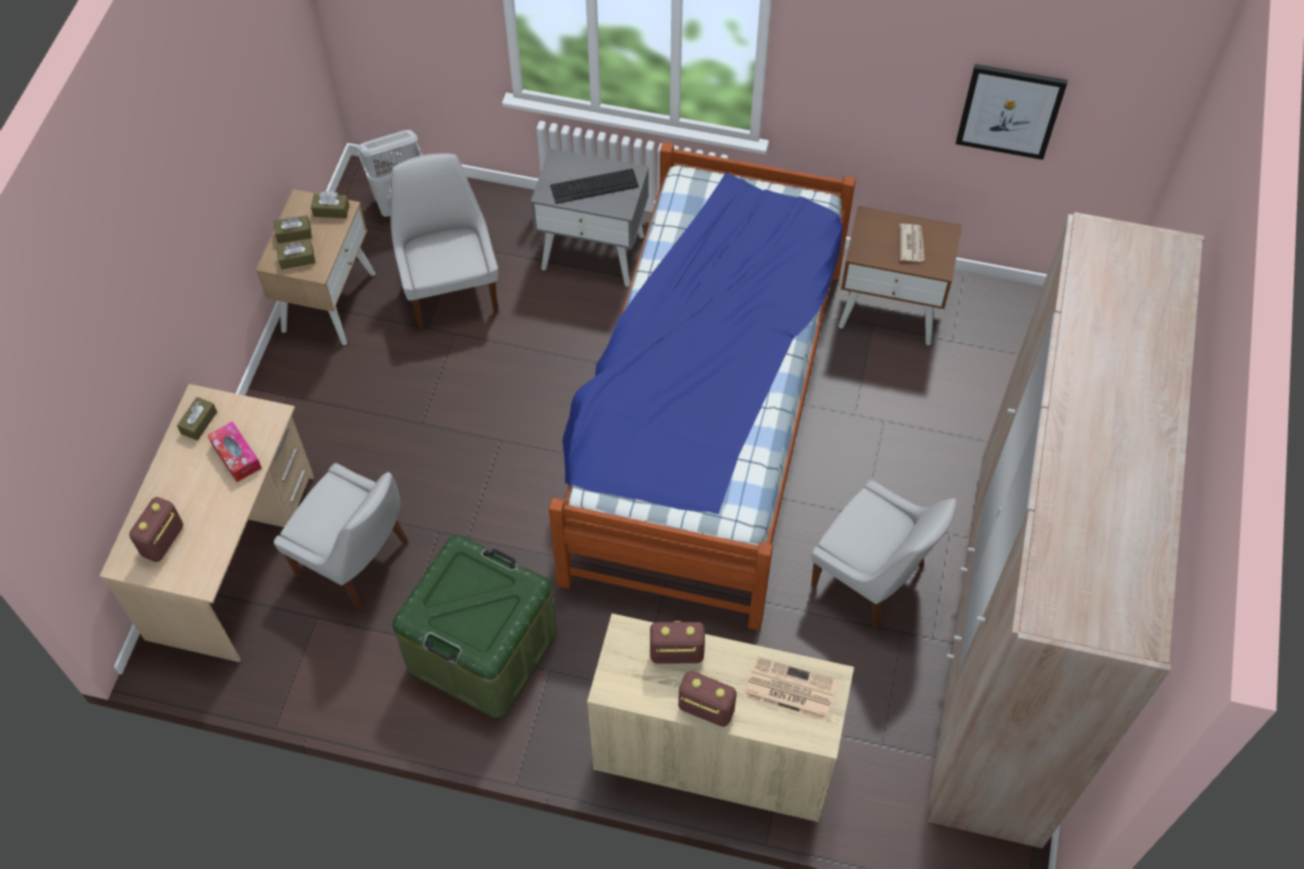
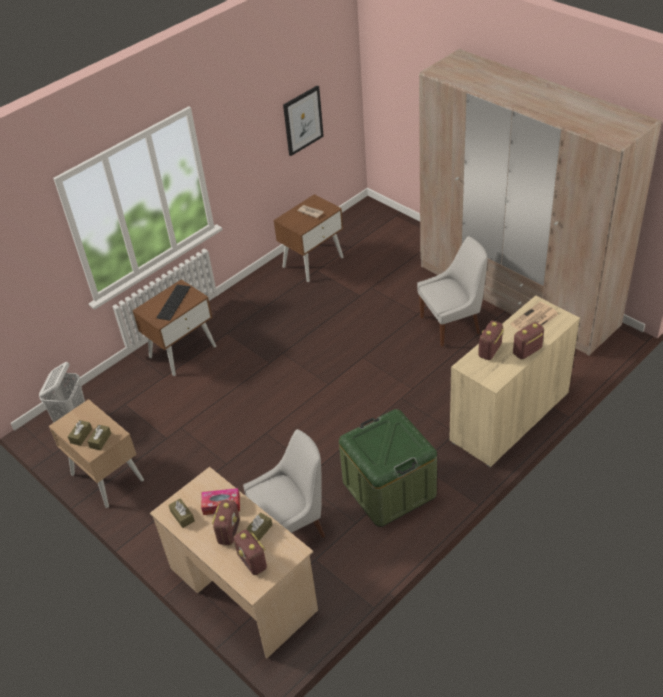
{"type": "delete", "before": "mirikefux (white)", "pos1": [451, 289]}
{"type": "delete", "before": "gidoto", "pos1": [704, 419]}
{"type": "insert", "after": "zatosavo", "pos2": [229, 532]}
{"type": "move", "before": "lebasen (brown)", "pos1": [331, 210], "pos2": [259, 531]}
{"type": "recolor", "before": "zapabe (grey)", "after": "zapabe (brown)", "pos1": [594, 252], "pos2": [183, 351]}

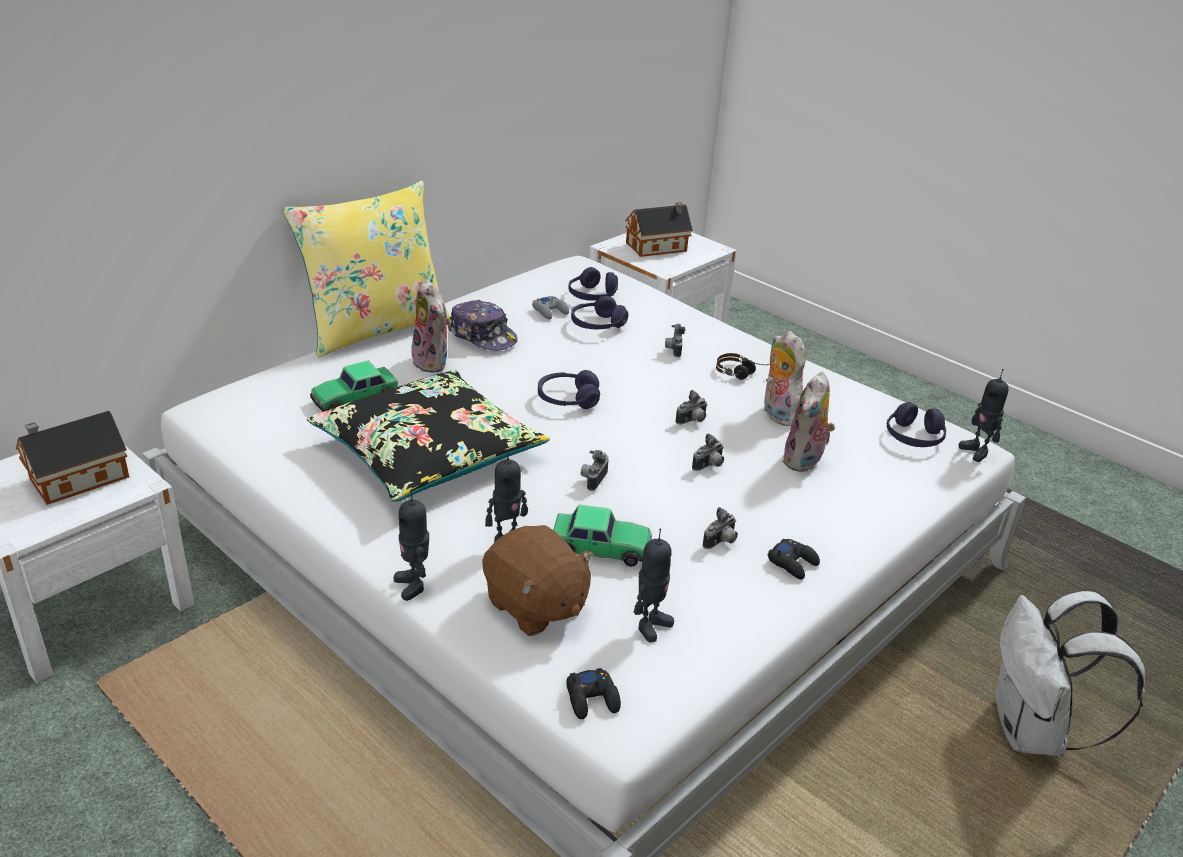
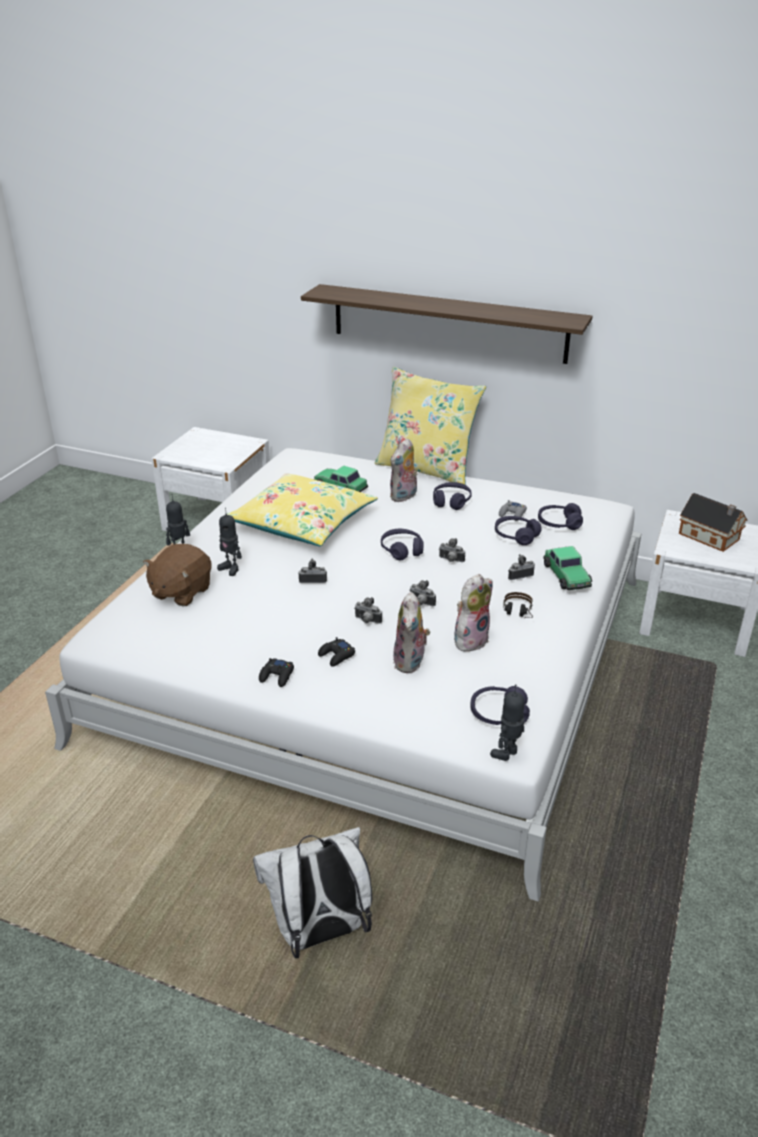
{"type": "delete", "before": "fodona", "pos1": [75, 479]}
{"type": "delete", "before": "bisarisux", "pos1": [650, 625]}
{"type": "insert", "after": "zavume", "pos2": [448, 323]}
{"type": "move", "before": "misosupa", "pos1": [601, 548], "pos2": [566, 575]}
{"type": "move", "before": "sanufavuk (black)", "pos1": [592, 699], "pos2": [336, 656]}
{"type": "move", "before": "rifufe", "pos1": [721, 542], "pos2": [451, 560]}
{"type": "replace", "before": "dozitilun", "after": "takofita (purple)", "pos1": [483, 336], "pos2": [451, 501]}
{"type": "recolor", "before": "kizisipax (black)", "after": "kizisipax (yellow)", "pos1": [428, 452], "pos2": [302, 522]}
{"type": "rotate", "before": "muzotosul", "pos1": [804, 461], "pos2": [411, 662], "turn": -90}

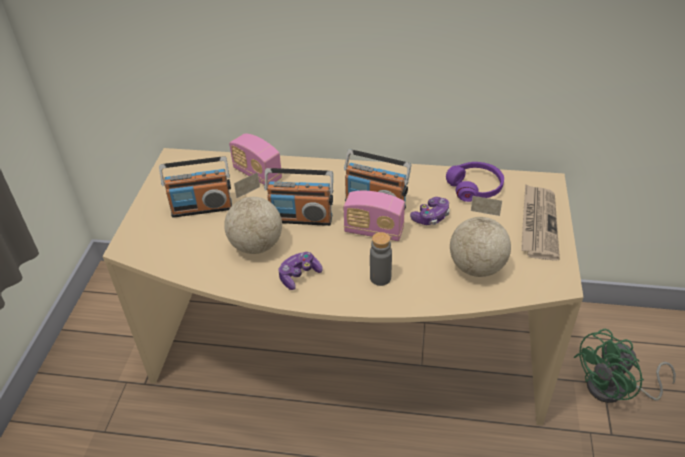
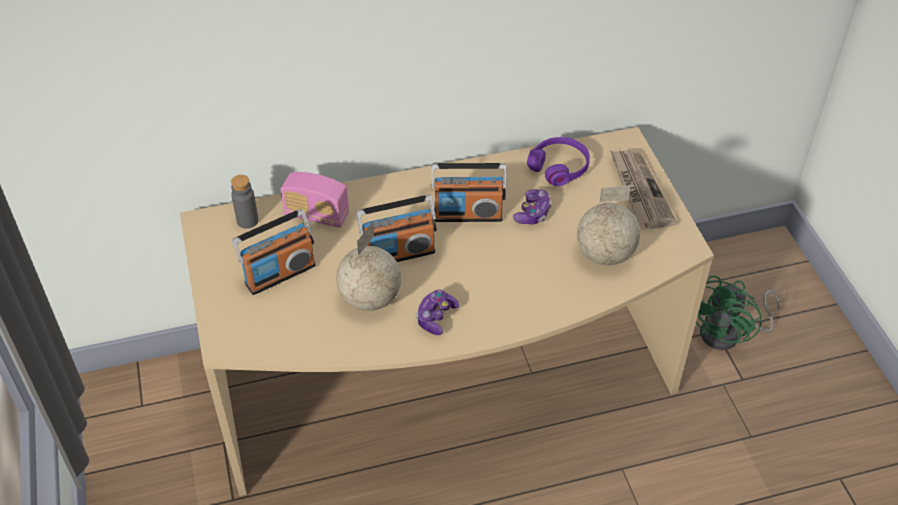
{"type": "delete", "before": "zatosavo", "pos1": [374, 231]}
{"type": "move", "before": "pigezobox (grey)", "pos1": [380, 278], "pos2": [247, 221]}

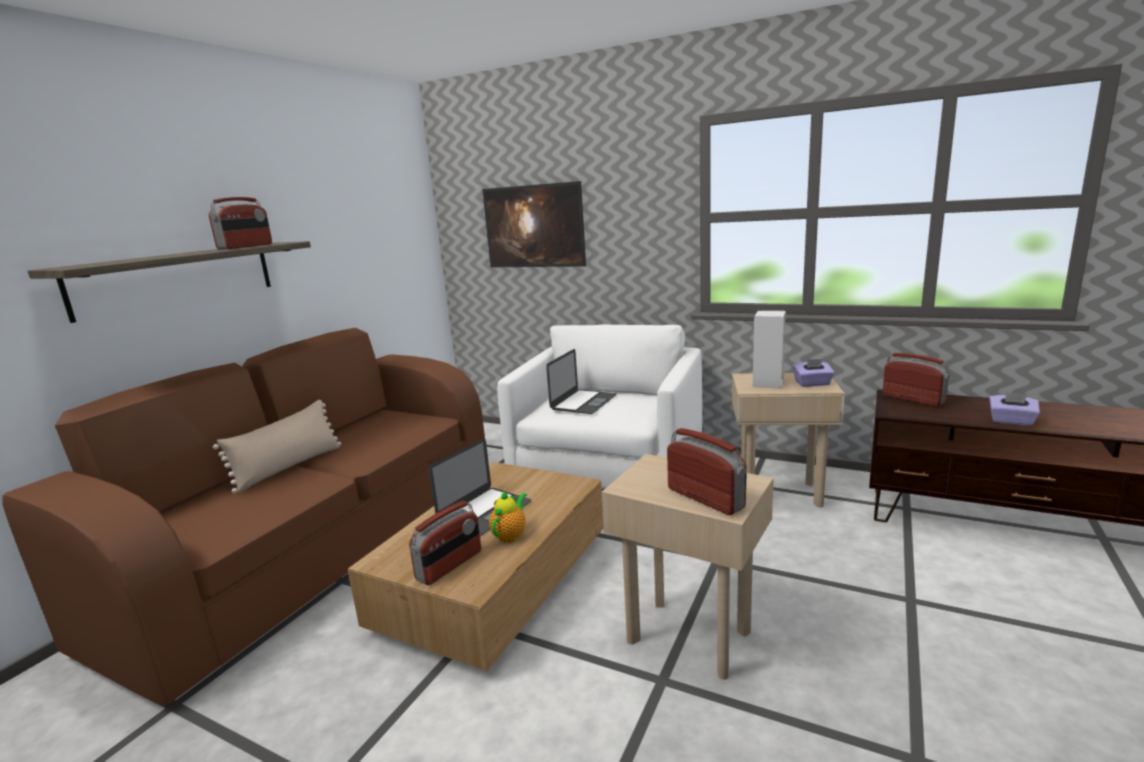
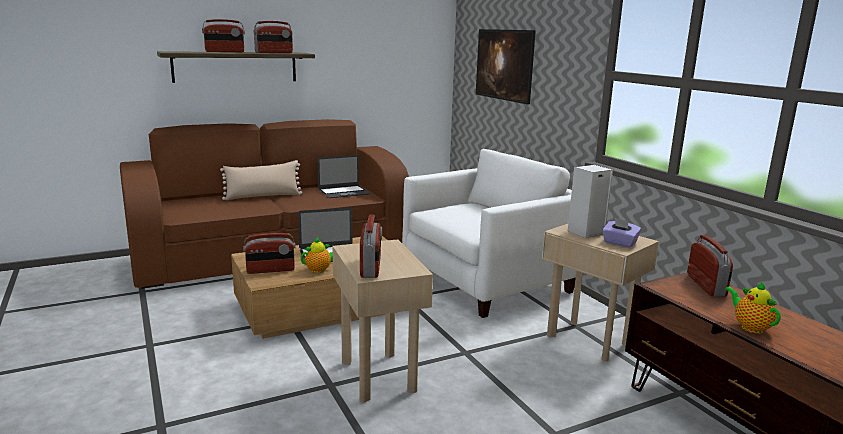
{"type": "insert", "after": "zatosavo", "pos2": [225, 52]}
{"type": "move", "before": "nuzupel", "pos1": [583, 402], "pos2": [344, 192]}
{"type": "replace", "before": "lebasen (purple)", "after": "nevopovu", "pos1": [1011, 421], "pos2": [749, 327]}

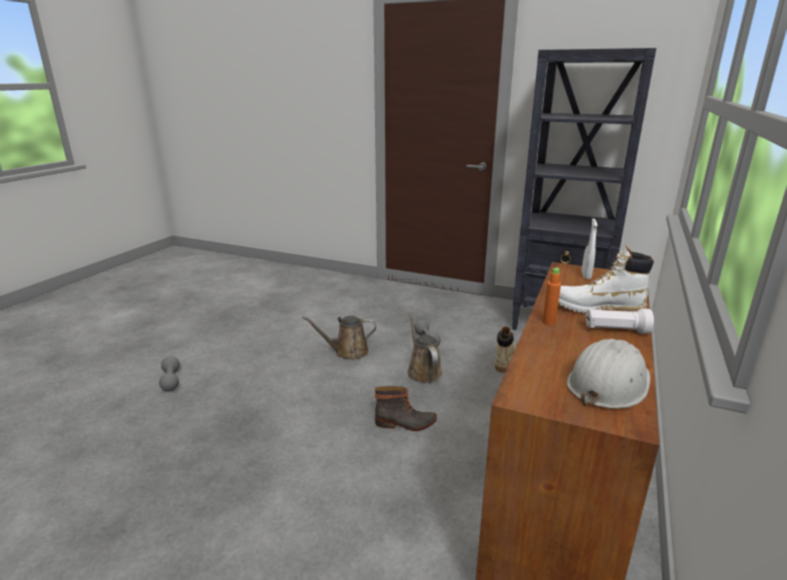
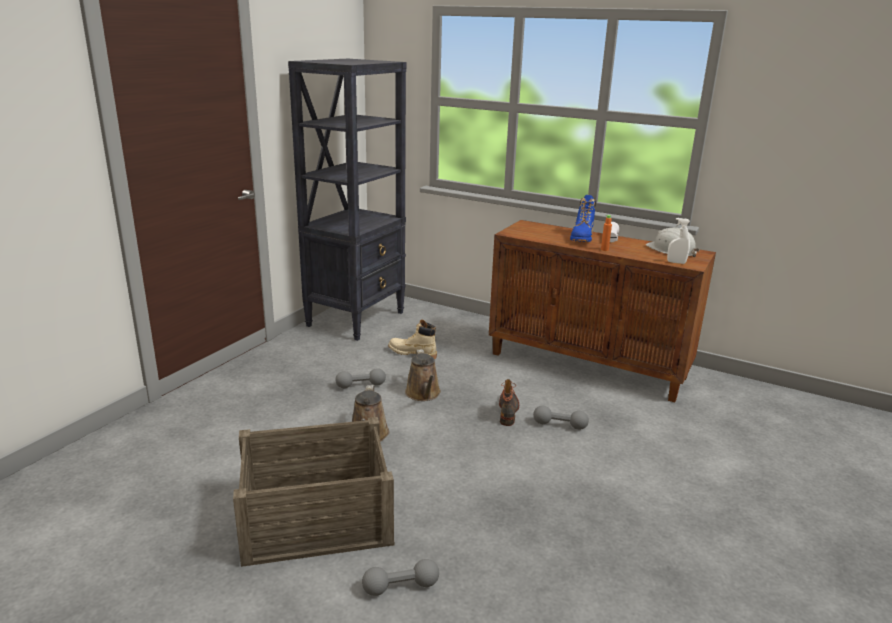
{"type": "insert", "after": "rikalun", "pos2": [317, 518]}
{"type": "insert", "after": "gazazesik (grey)", "pos2": [559, 425]}
{"type": "move", "before": "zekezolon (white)", "pos1": [586, 276], "pos2": [676, 262]}
{"type": "recolor", "before": "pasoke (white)", "after": "pasoke (blue)", "pos1": [596, 309], "pos2": [582, 238]}
{"type": "rotate", "before": "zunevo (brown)", "pos1": [423, 371], "pos2": [423, 394], "turn": -90}

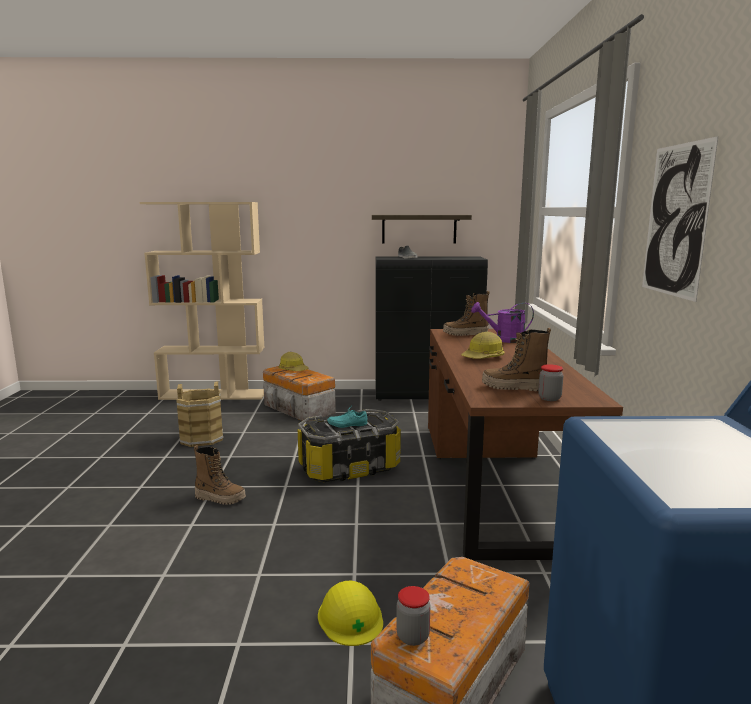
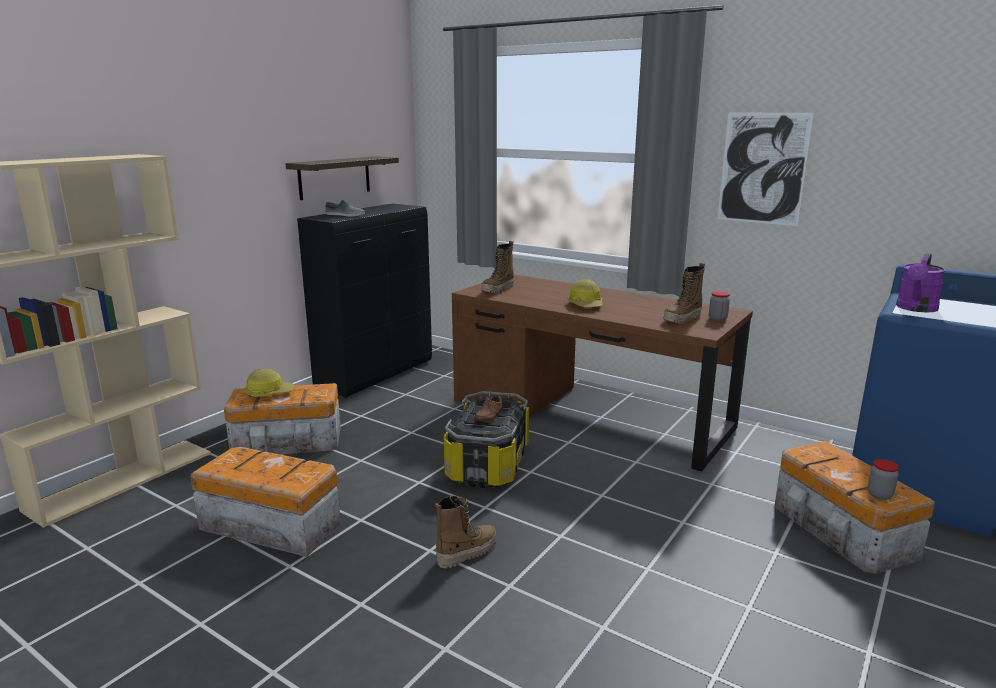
{"type": "delete", "before": "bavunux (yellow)", "pos1": [350, 617]}
{"type": "move", "before": "zunevo (purple)", "pos1": [504, 340], "pos2": [916, 309]}
{"type": "replace", "before": "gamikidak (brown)", "after": "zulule", "pos1": [202, 438], "pos2": [271, 525]}
{"type": "recolor", "before": "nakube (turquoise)", "after": "nakube (brown)", "pos1": [347, 424], "pos2": [487, 416]}

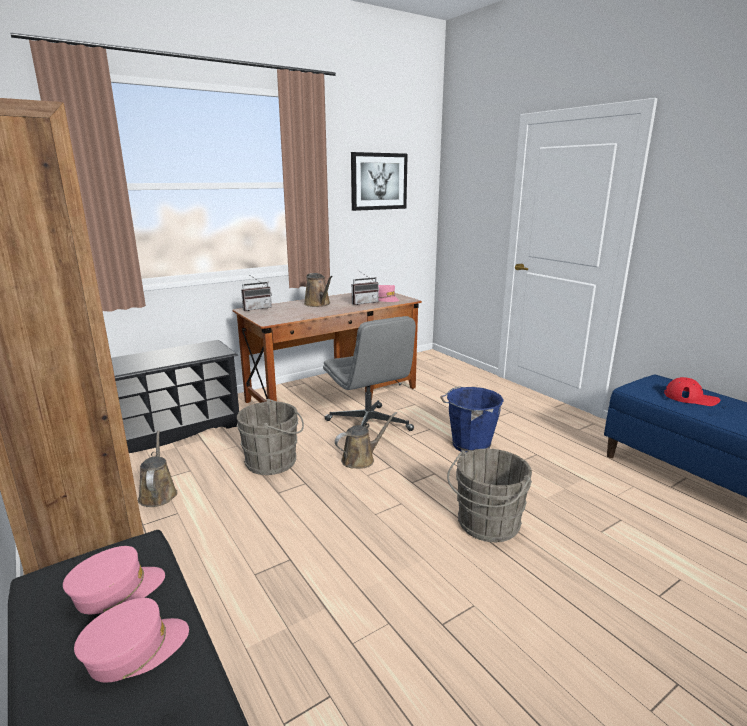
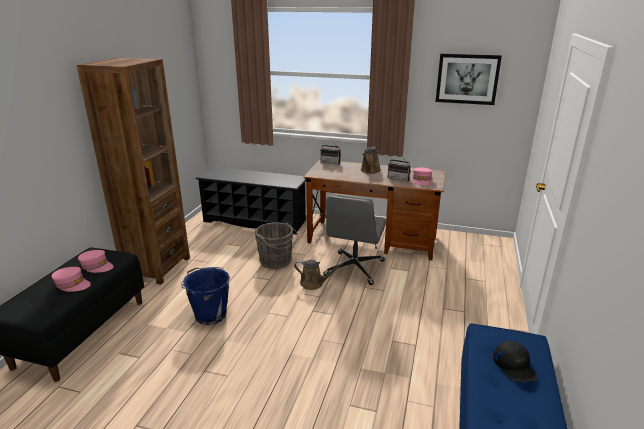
{"type": "delete", "before": "zunevo (brown)", "pos1": [158, 493]}
{"type": "delete", "before": "gamikidak (grey)", "pos1": [486, 525]}
{"type": "move", "before": "gamikidak (blue)", "pos1": [469, 445], "pos2": [210, 314]}
{"type": "recolor", "before": "dozitilun (red)", "after": "dozitilun (black)", "pos1": [691, 398], "pos2": [514, 365]}

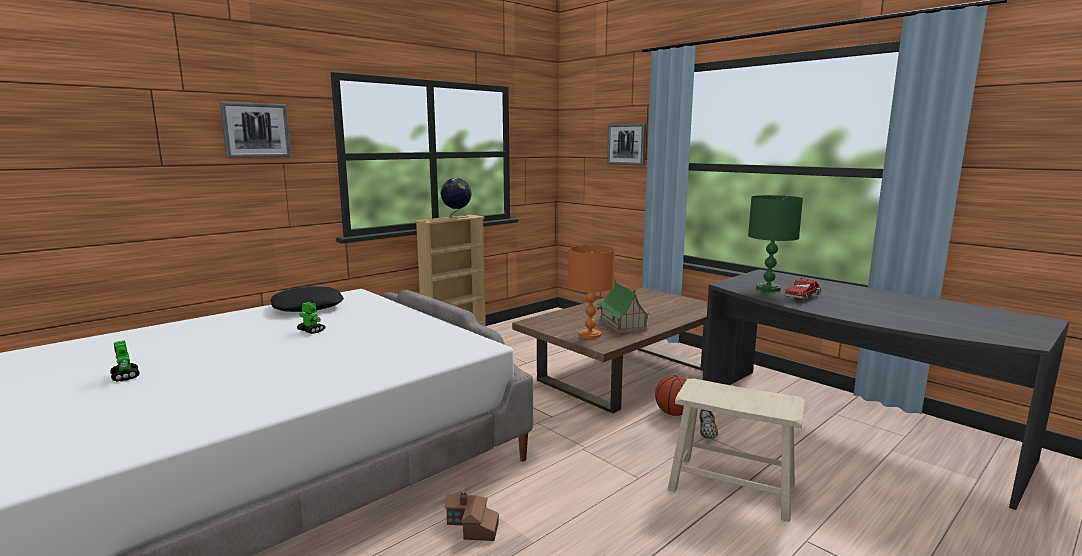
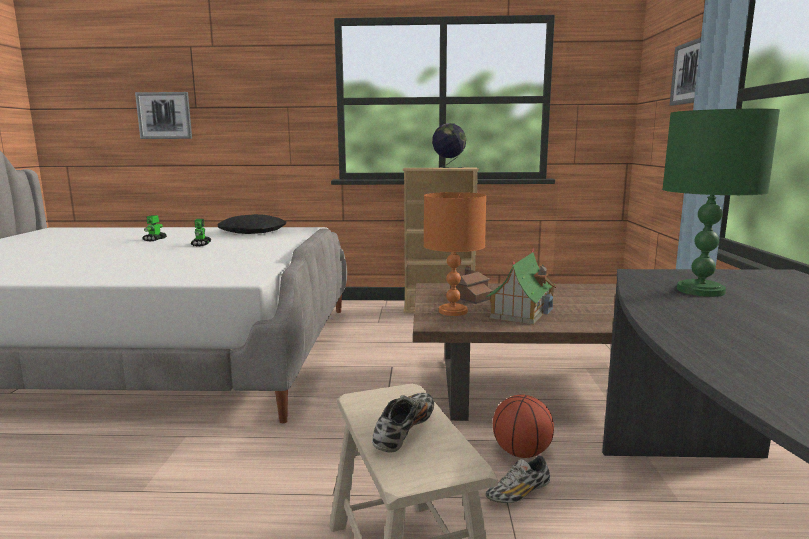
{"type": "delete", "before": "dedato", "pos1": [803, 297]}
{"type": "insert", "after": "nakube", "pos2": [405, 431]}
{"type": "move", "before": "bisarisux", "pos1": [125, 376], "pos2": [154, 240]}
{"type": "move", "before": "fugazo", "pos1": [256, 130], "pos2": [164, 115]}
{"type": "move", "before": "fodona", "pos1": [472, 526], "pos2": [470, 296]}

